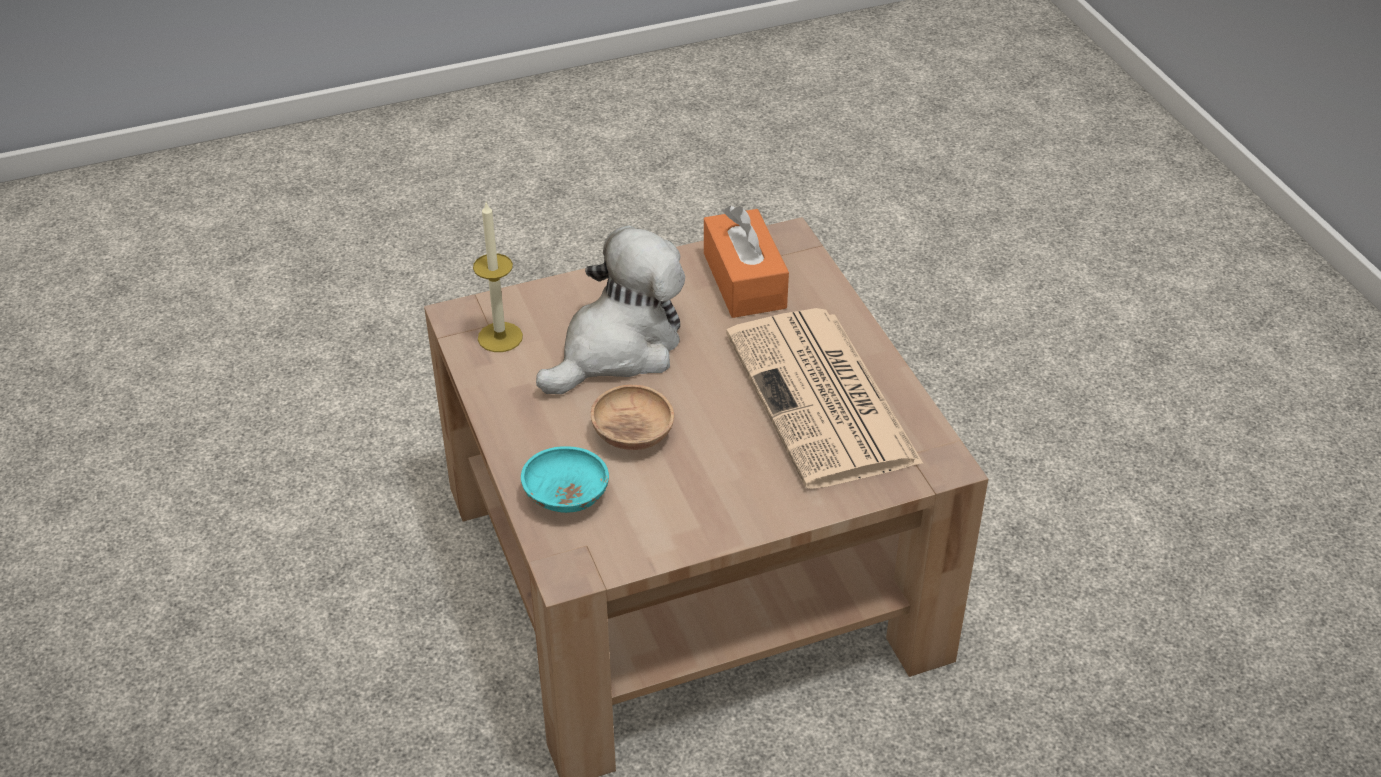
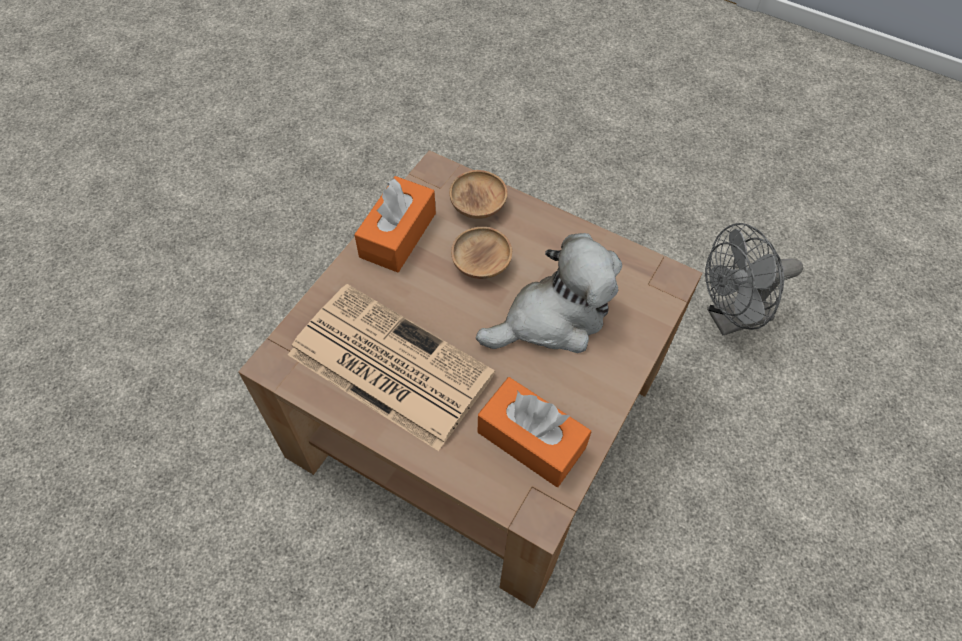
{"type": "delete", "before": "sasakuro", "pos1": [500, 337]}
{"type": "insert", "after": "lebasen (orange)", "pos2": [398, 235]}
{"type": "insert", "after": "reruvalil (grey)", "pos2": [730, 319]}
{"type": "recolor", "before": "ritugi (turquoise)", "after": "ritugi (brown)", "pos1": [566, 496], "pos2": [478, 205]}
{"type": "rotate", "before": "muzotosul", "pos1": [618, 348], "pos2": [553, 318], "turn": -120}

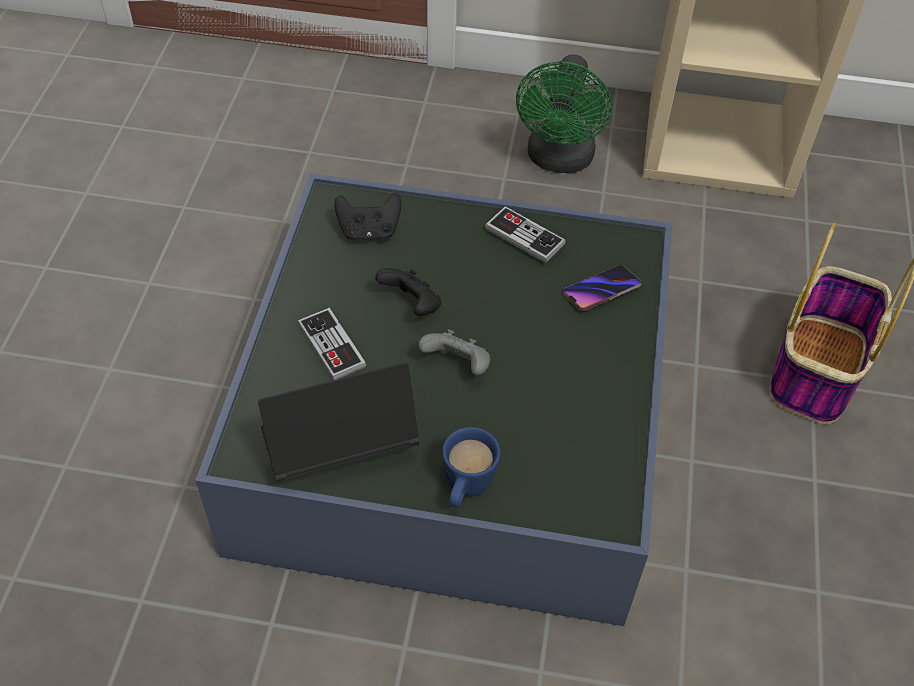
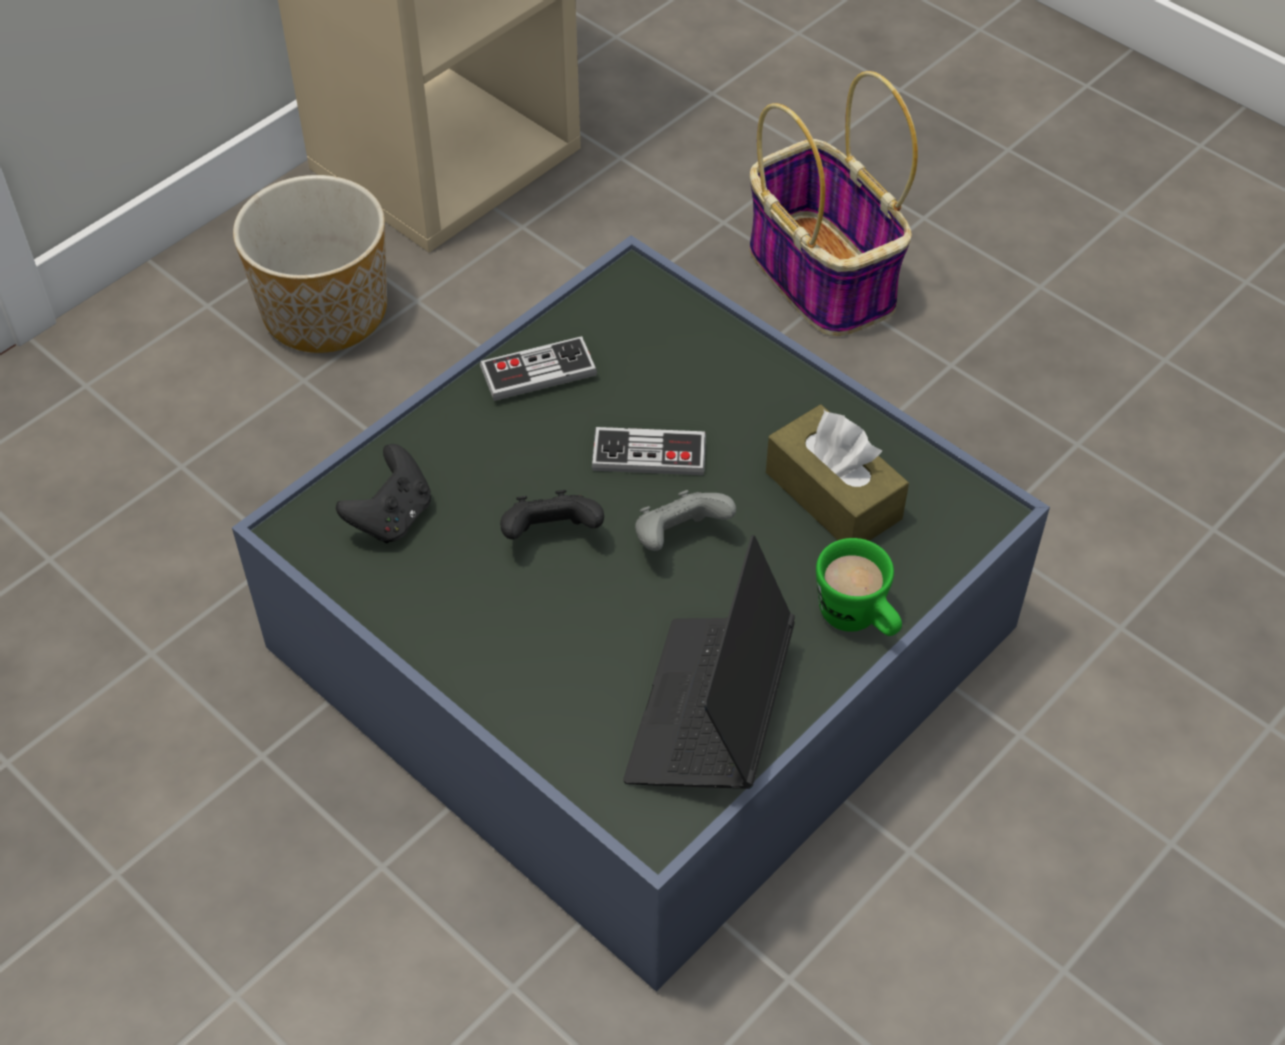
{"type": "delete", "before": "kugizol", "pos1": [601, 291]}
{"type": "insert", "after": "lebasen (brown)", "pos2": [833, 495]}
{"type": "move", "before": "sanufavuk", "pos1": [331, 346], "pos2": [649, 454]}
{"type": "replace", "before": "reruvalil (green)", "after": "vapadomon", "pos1": [559, 160], "pos2": [325, 311]}
{"type": "recolor", "before": "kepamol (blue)", "after": "kepamol (green)", "pos1": [465, 489], "pos2": [858, 621]}

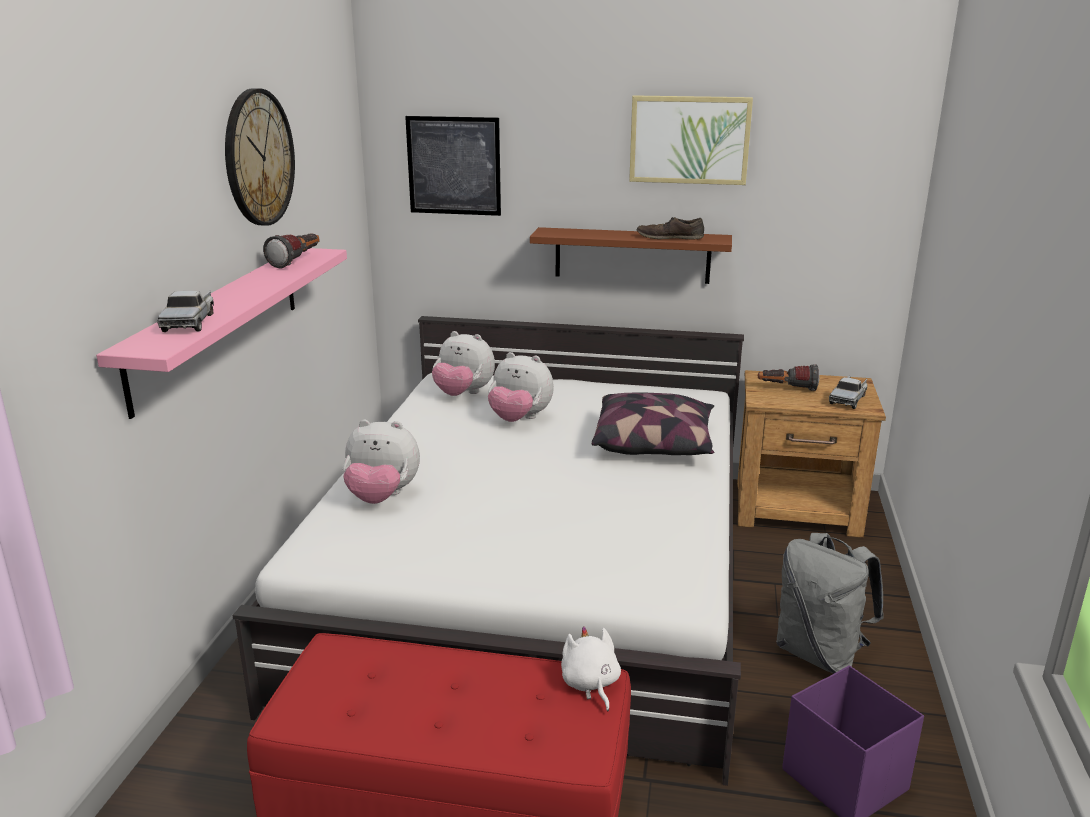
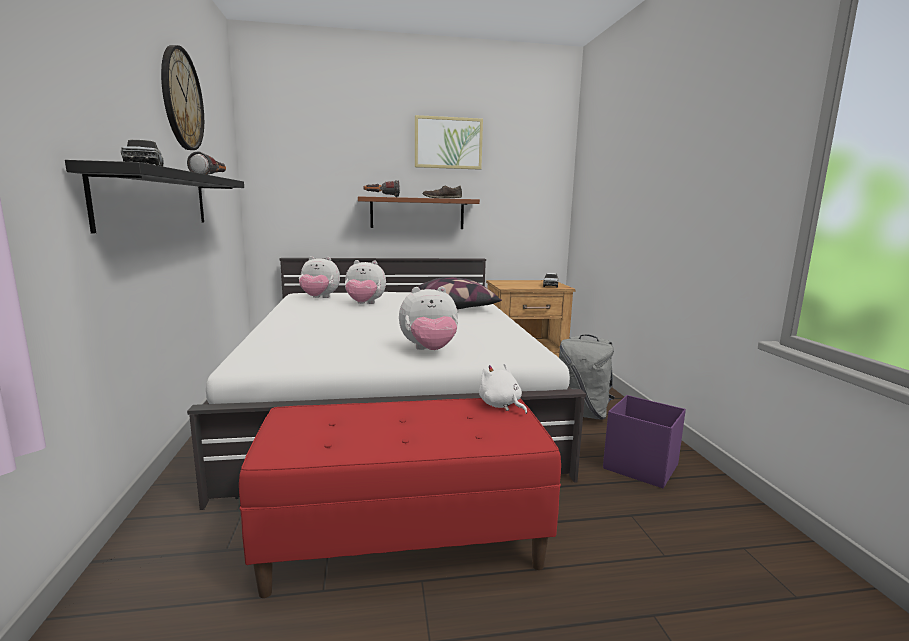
{"type": "delete", "before": "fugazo", "pos1": [454, 166]}
{"type": "move", "before": "muzotosul", "pos1": [382, 497], "pos2": [429, 350]}
{"type": "move", "before": "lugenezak", "pos1": [787, 389], "pos2": [382, 196]}
{"type": "recolor", "before": "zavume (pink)", "after": "zavume (black)", "pos1": [219, 323], "pos2": [157, 200]}

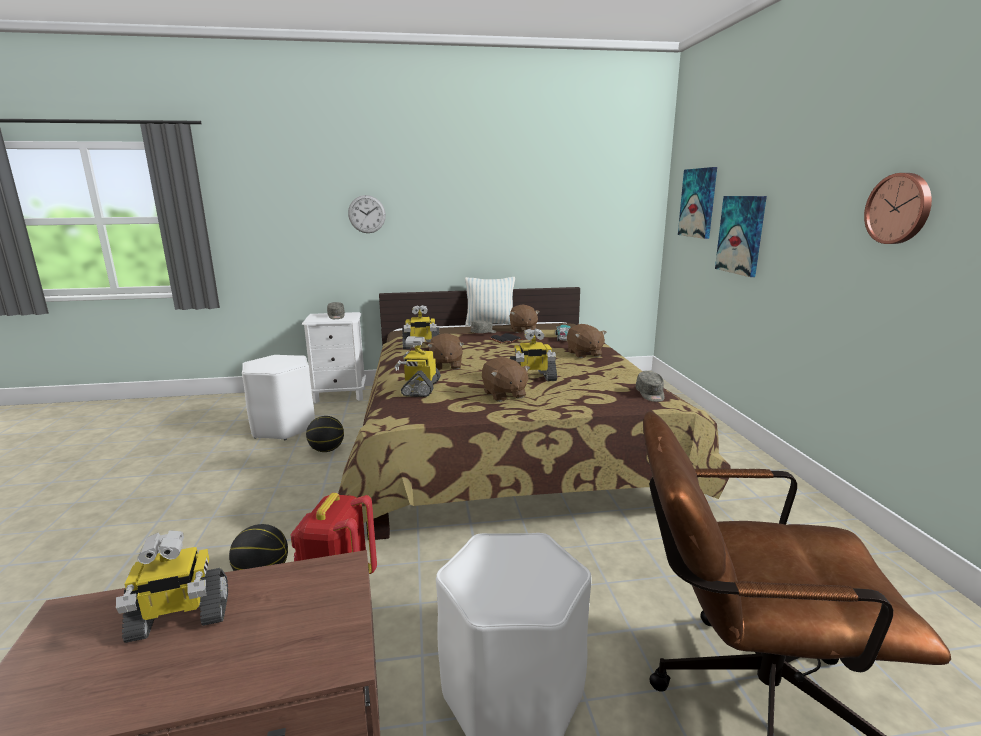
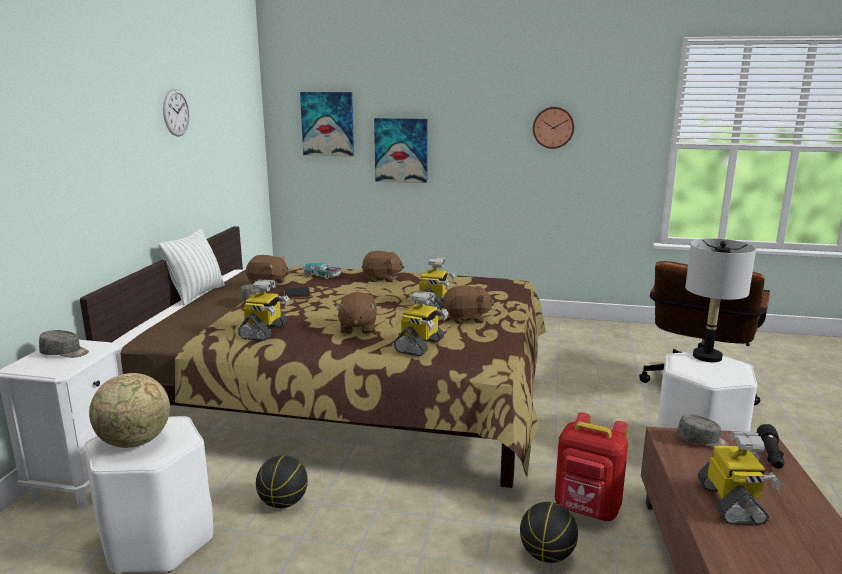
{"type": "insert", "after": "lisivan", "pos2": [135, 442]}
{"type": "insert", "after": "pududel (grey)", "pos2": [706, 357]}
{"type": "insert", "after": "lugenezak (black)", "pos2": [770, 455]}
{"type": "move", "before": "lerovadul", "pos1": [367, 214], "pos2": [176, 112]}
{"type": "move", "before": "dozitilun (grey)", "pos1": [650, 394], "pos2": [702, 441]}
{"type": "rotate", "before": "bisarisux", "pos1": [420, 388], "pos2": [420, 346], "turn": -90}
{"type": "rotate", "before": "muzotosul (brown)", "pos1": [445, 365], "pos2": [357, 328], "turn": 75}

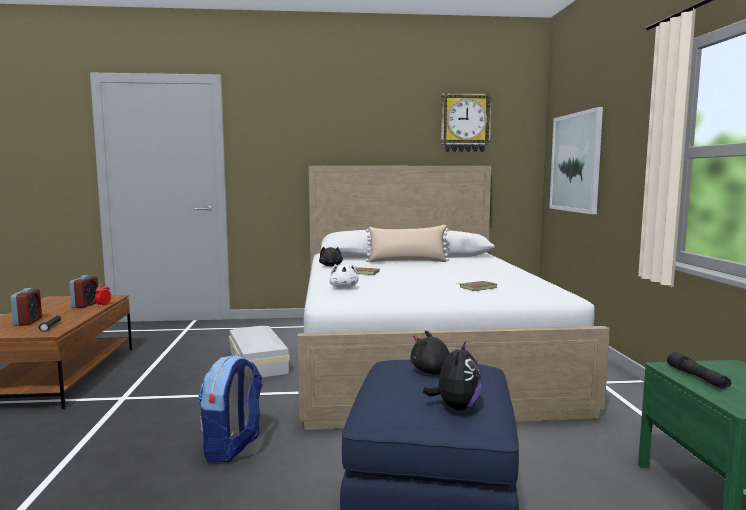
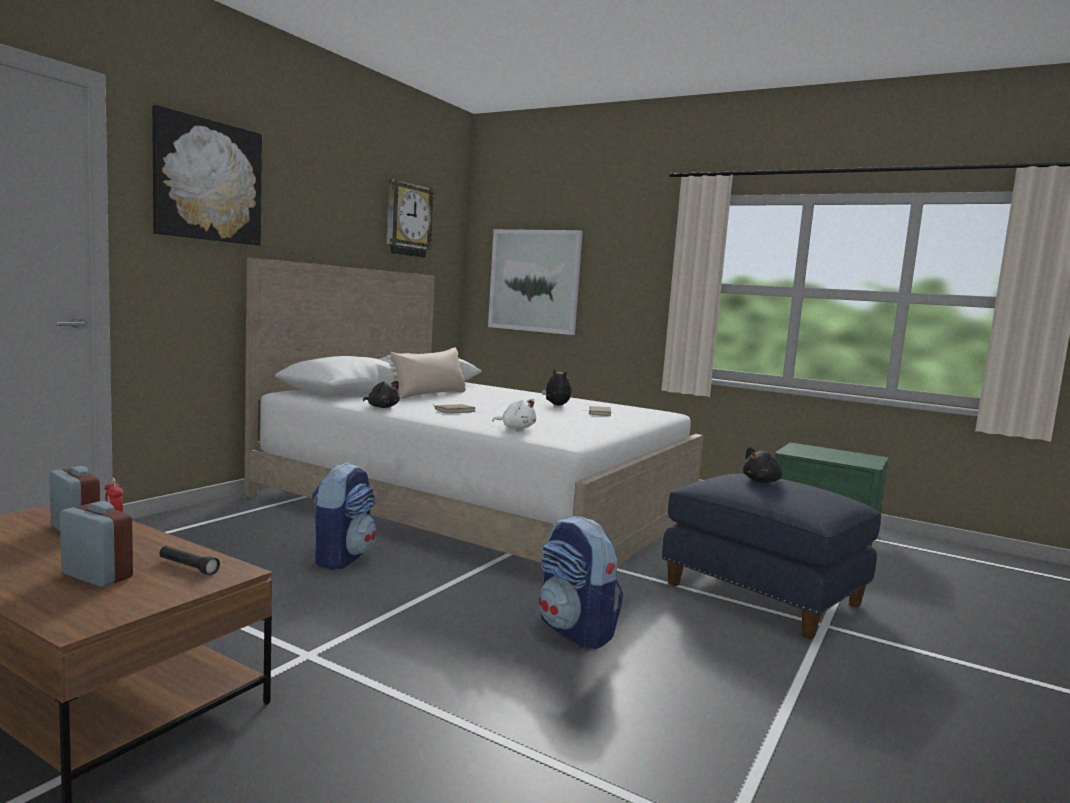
{"type": "delete", "before": "lugenezak (black)", "pos1": [697, 377]}
{"type": "insert", "after": "fugazo", "pos2": [208, 181]}
{"type": "move", "before": "muzotosul", "pos1": [455, 407], "pos2": [555, 405]}
{"type": "replace", "before": "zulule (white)", "after": "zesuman", "pos1": [258, 361], "pos2": [341, 557]}

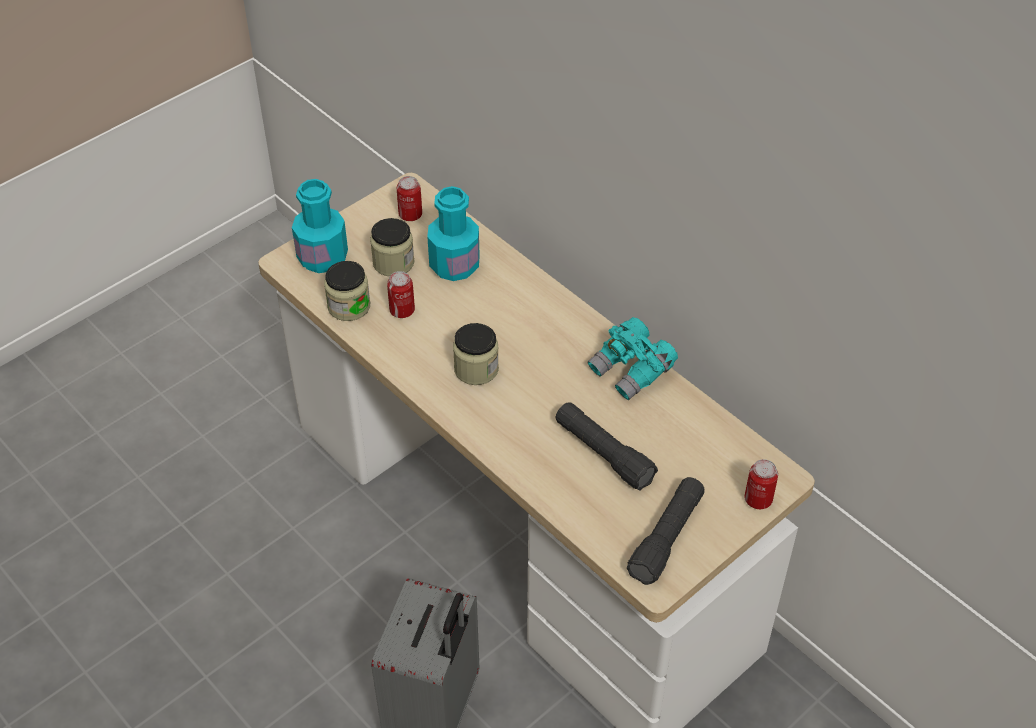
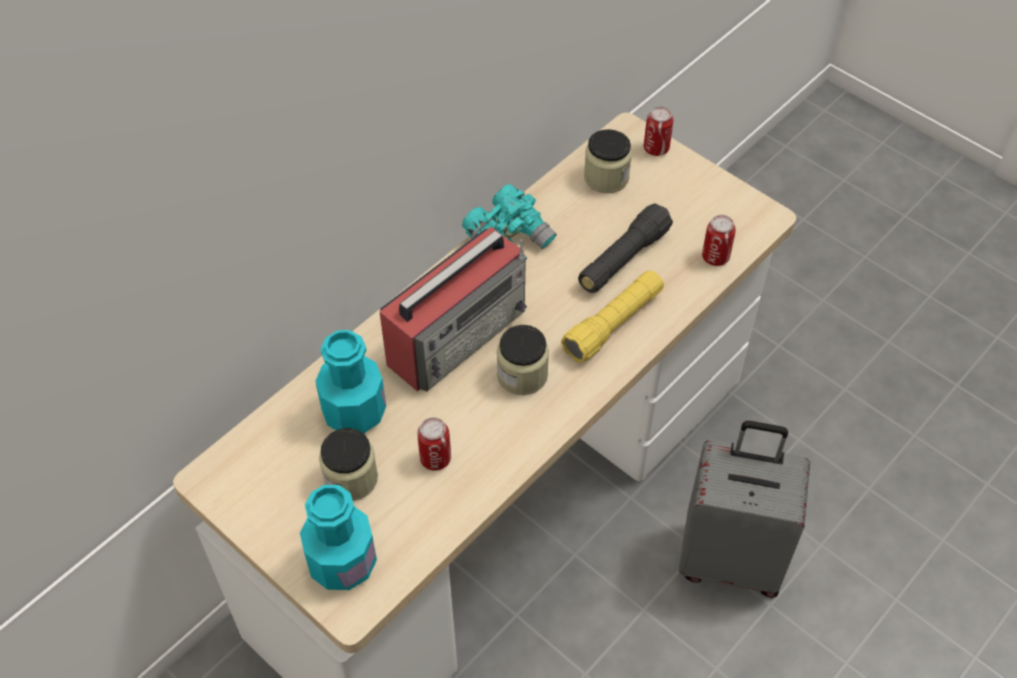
{"type": "delete", "before": "lugenezak (black)", "pos1": [666, 538]}
{"type": "insert", "after": "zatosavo", "pos2": [458, 335]}
{"type": "insert", "after": "lugenezak (yellow)", "pos2": [613, 324]}
{"type": "move", "before": "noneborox", "pos1": [349, 306], "pos2": [606, 177]}
{"type": "move", "before": "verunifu", "pos1": [410, 215], "pos2": [715, 257]}

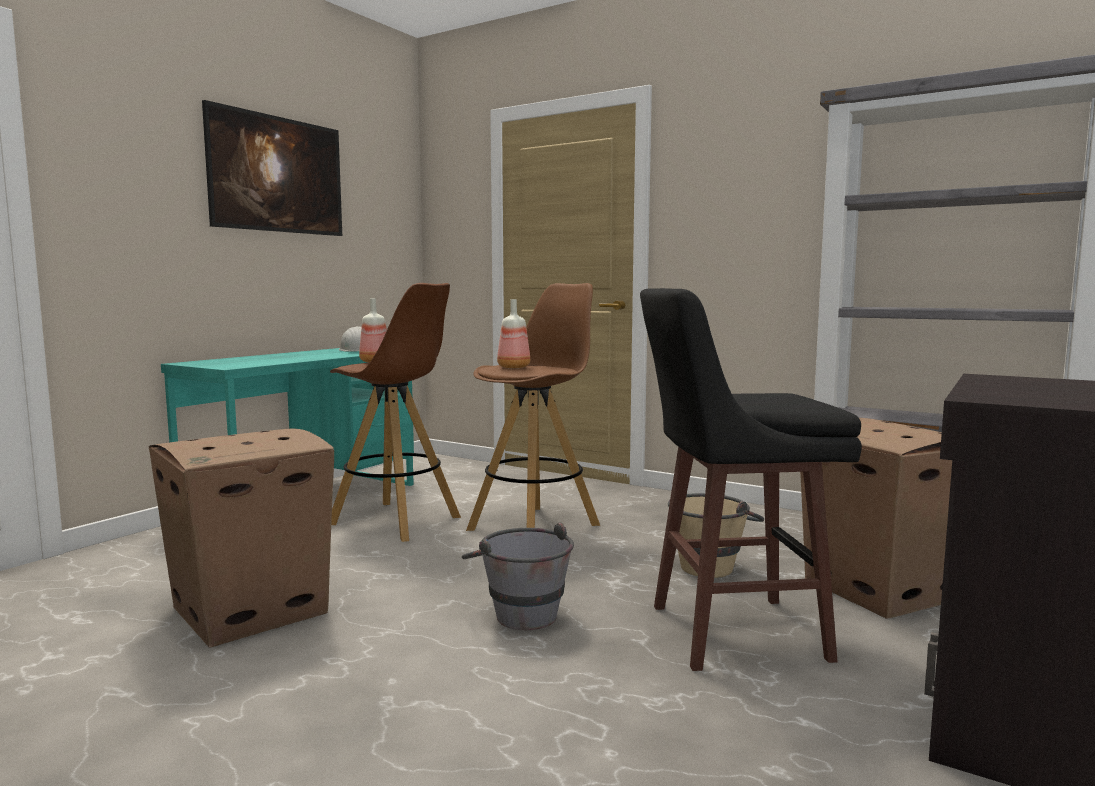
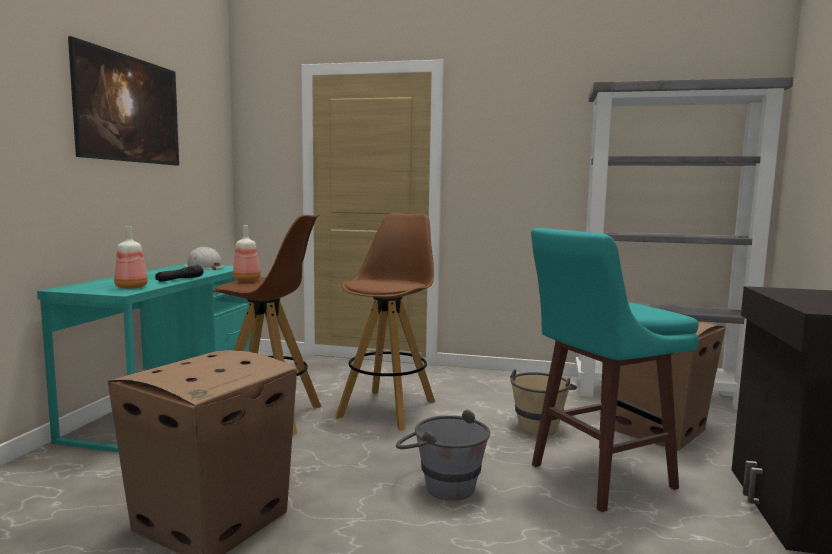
{"type": "insert", "after": "lugenezak (black)", "pos2": [180, 279]}
{"type": "move", "before": "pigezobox", "pos1": [514, 367], "pos2": [131, 287]}
{"type": "recolor", "before": "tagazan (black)", "after": "tagazan (turquoise)", "pos1": [731, 632], "pos2": [598, 477]}

